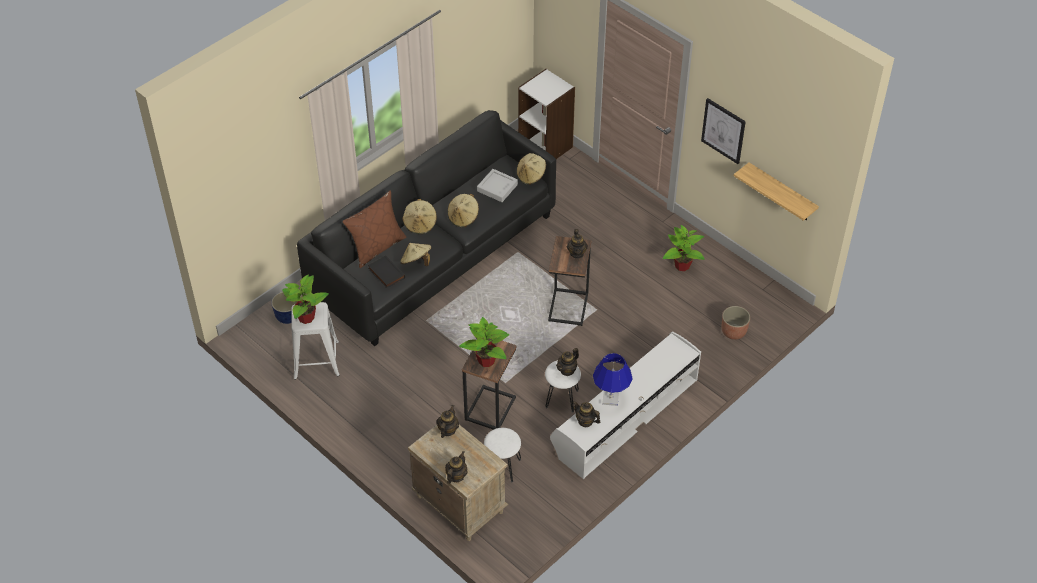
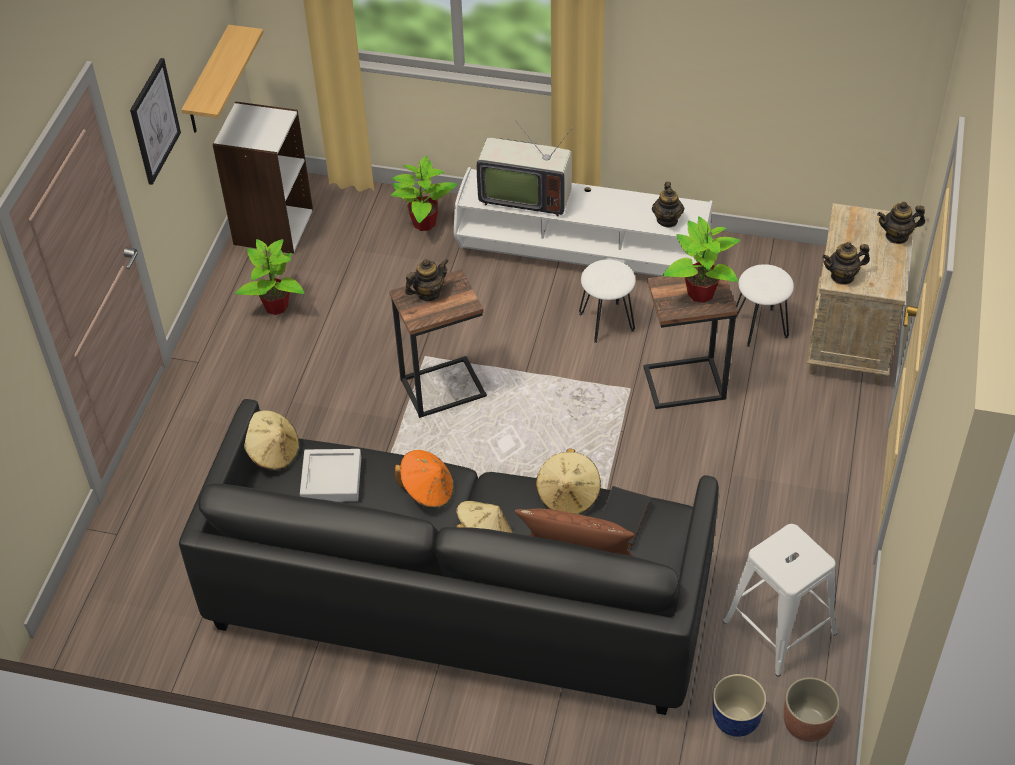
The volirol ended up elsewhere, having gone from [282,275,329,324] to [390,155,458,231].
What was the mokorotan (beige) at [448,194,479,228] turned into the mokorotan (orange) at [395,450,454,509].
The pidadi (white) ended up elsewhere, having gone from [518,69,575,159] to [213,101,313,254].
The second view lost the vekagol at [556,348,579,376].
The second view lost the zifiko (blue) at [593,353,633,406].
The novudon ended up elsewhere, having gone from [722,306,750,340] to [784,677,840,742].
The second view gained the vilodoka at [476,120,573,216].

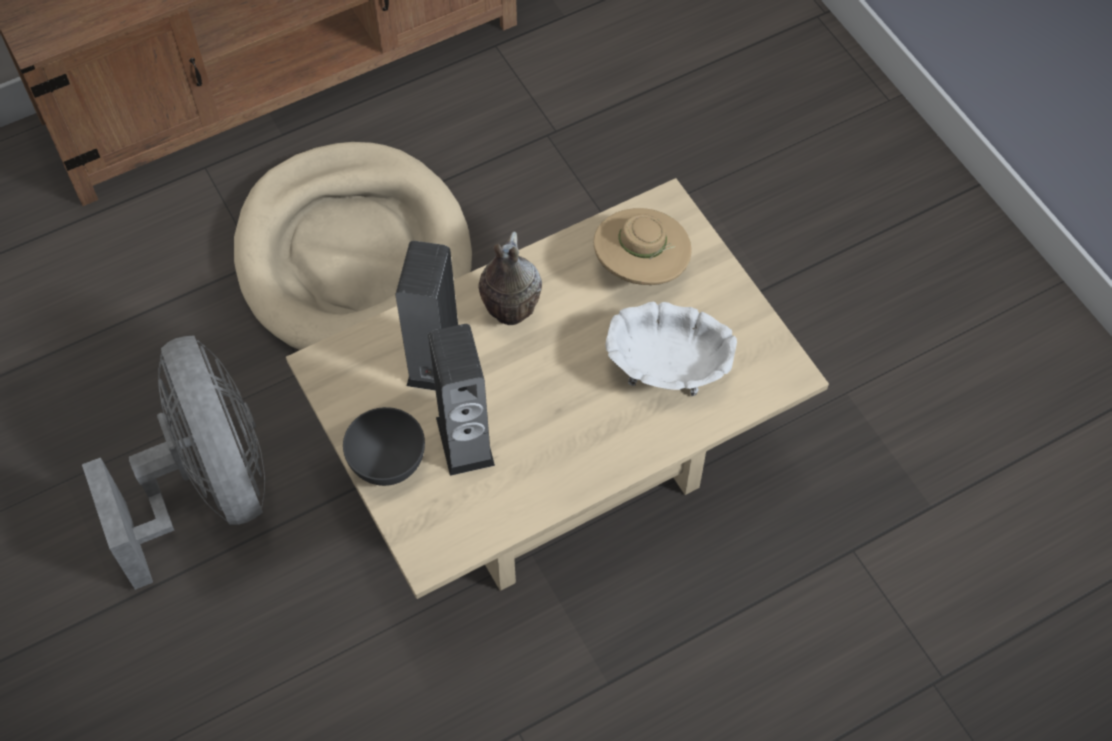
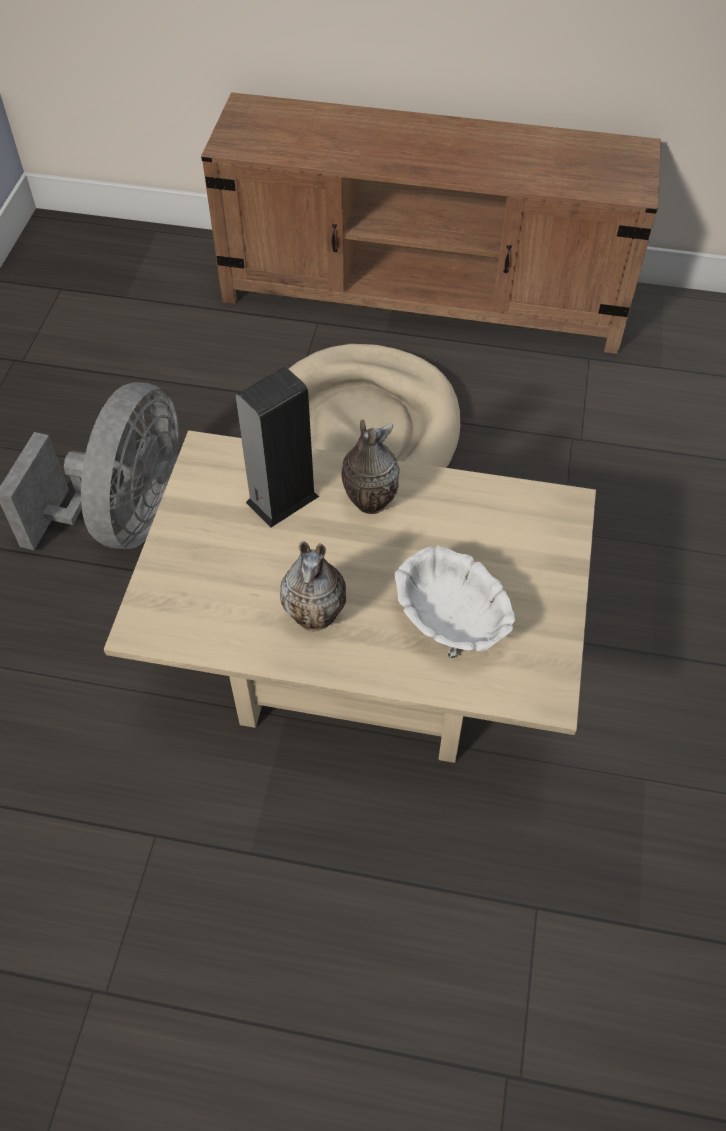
The second view lost the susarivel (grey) at [343,407,425,486].
The second view lost the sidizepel at [428,324,495,476].
The second view lost the mokorotan (beige) at [594,208,692,285].
The second view gained the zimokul at [280,541,346,631].

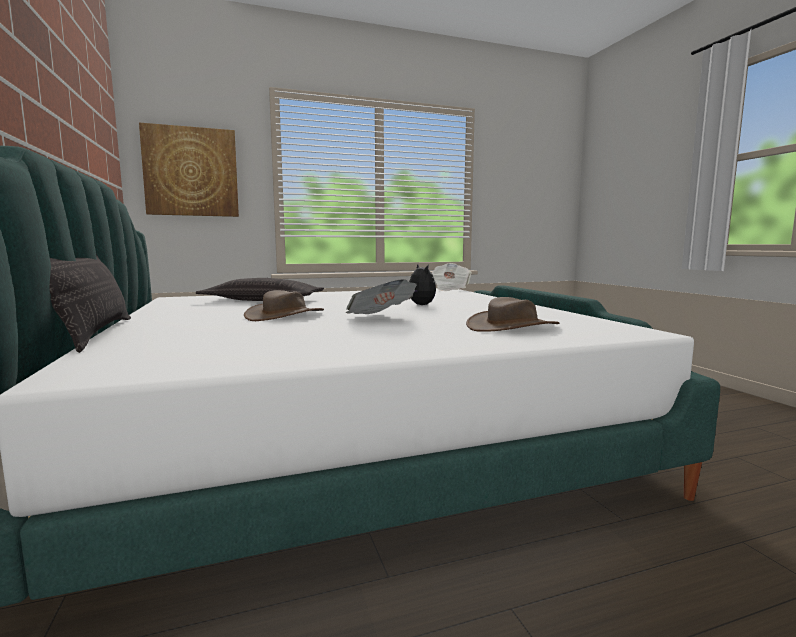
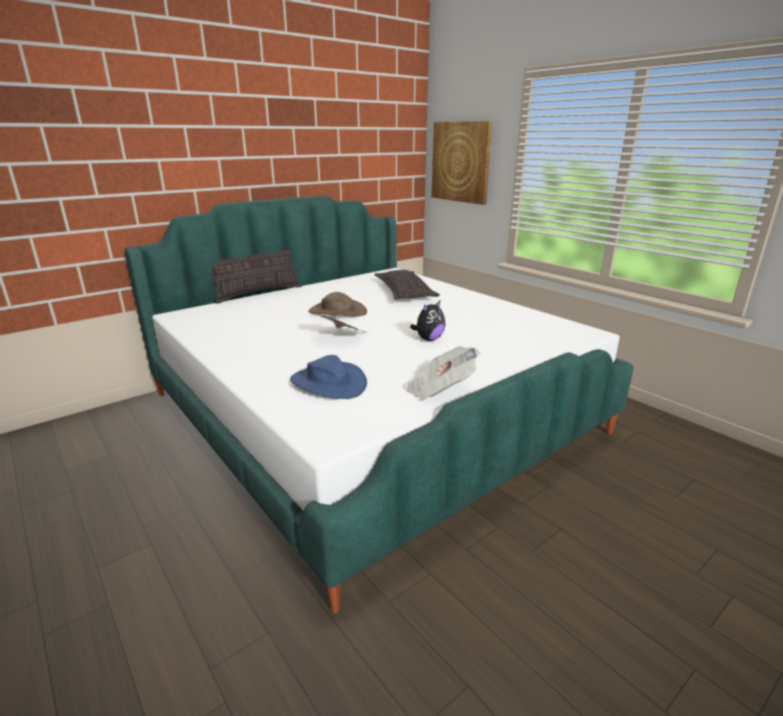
The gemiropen ended up elsewhere, having gone from [432,263,472,291] to [403,346,480,401].
What was the mokorotan (brown) at [466,297,560,332] turned into the mokorotan (blue) at [290,355,367,399].

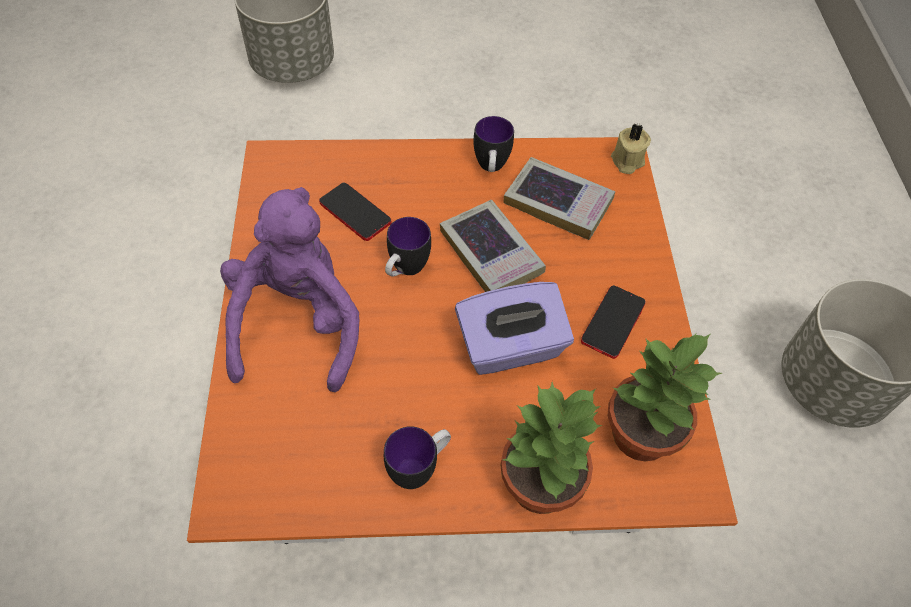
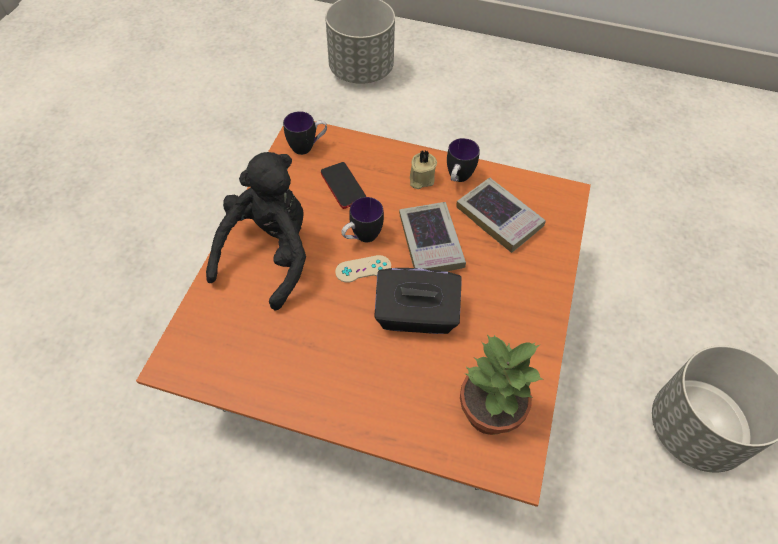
What was the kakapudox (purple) at [220,187,360,392] turned into the kakapudox (black) at [206,152,306,311].
The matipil ended up elsewhere, having gone from [384,426,451,489] to [283,111,327,155].
What was the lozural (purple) at [455,282,574,375] turned into the lozural (black) at [374,268,462,334].
The second view lost the volirol at [500,382,602,514].
The second view lost the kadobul at [581,285,645,359].
The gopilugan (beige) ended up elsewhere, having gone from [611,123,651,174] to [410,151,437,189].
The second view gained the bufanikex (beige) at [335,255,391,283].

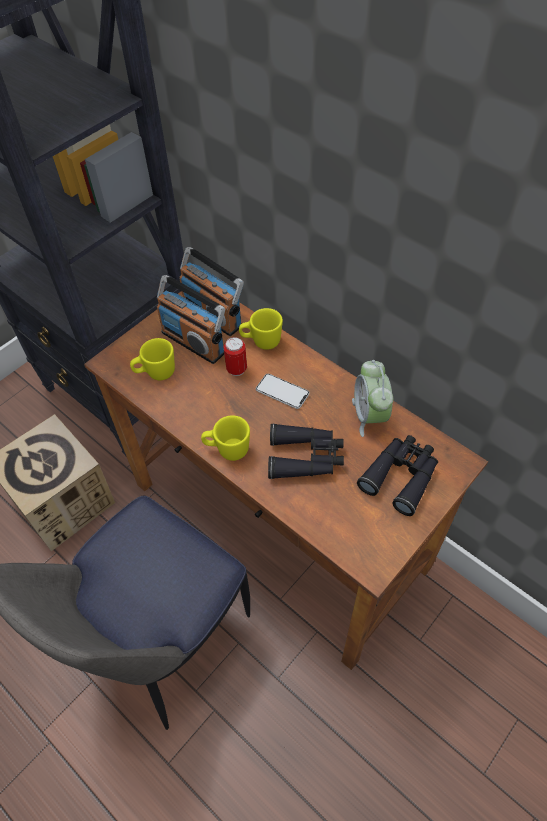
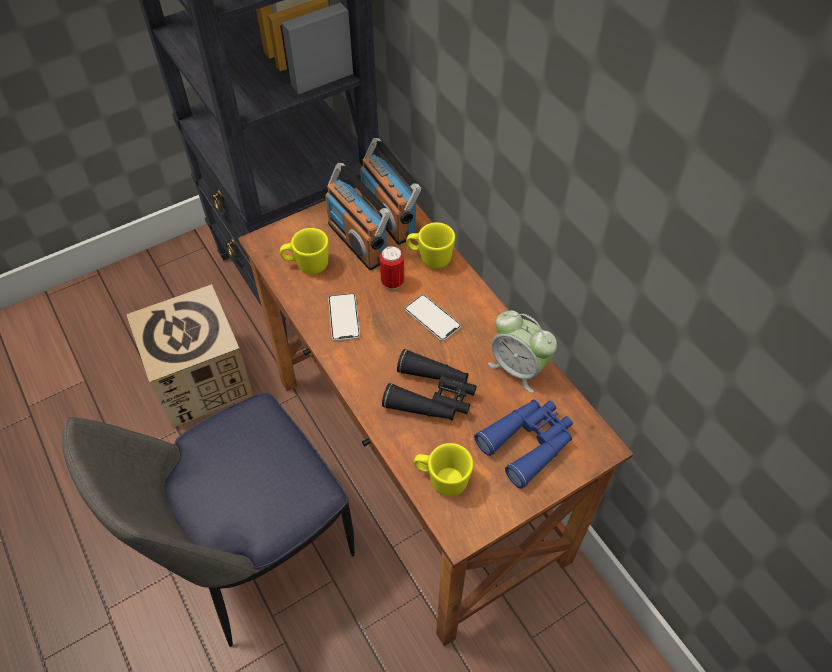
The matipil (yellow) ended up elsewhere, having gone from [201,415,250,461] to [414,443,473,497].
The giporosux at [352,360,393,437] ended up facing another way, 60 degrees counterclockwise from before.
What was the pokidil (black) at [357,435,438,516] turned into the pokidil (blue) at [474,399,573,489].
The second view gained the kadobul at [328,293,360,341].

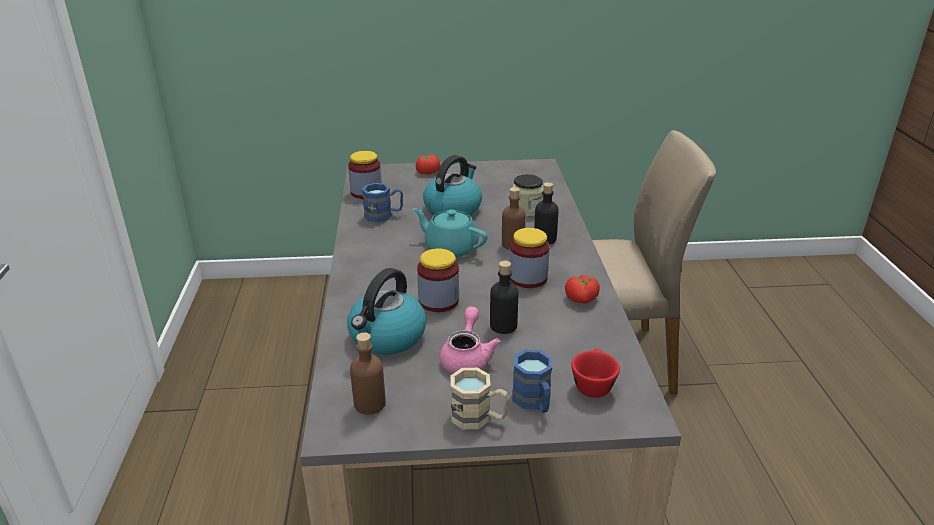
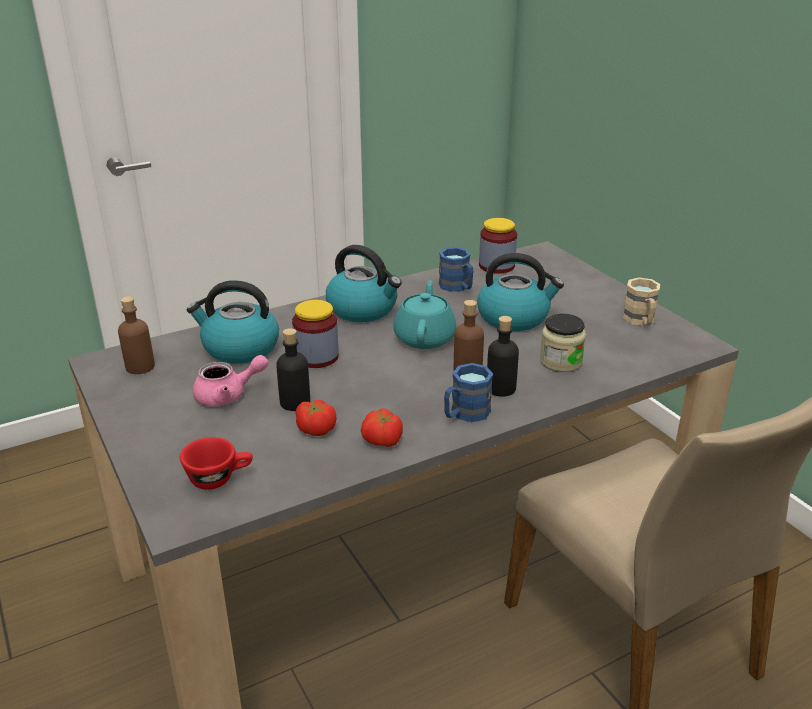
The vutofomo ended up elsewhere, having gone from [416,154,440,175] to [296,400,336,436].
The matipil (beige) ended up elsewhere, having gone from [451,368,509,430] to [622,277,660,326].
The second view lost the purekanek at [509,228,550,288].
The matipil (blue) ended up elsewhere, having gone from [512,350,552,413] to [444,363,493,422].
The second view gained the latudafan at [326,245,402,322].

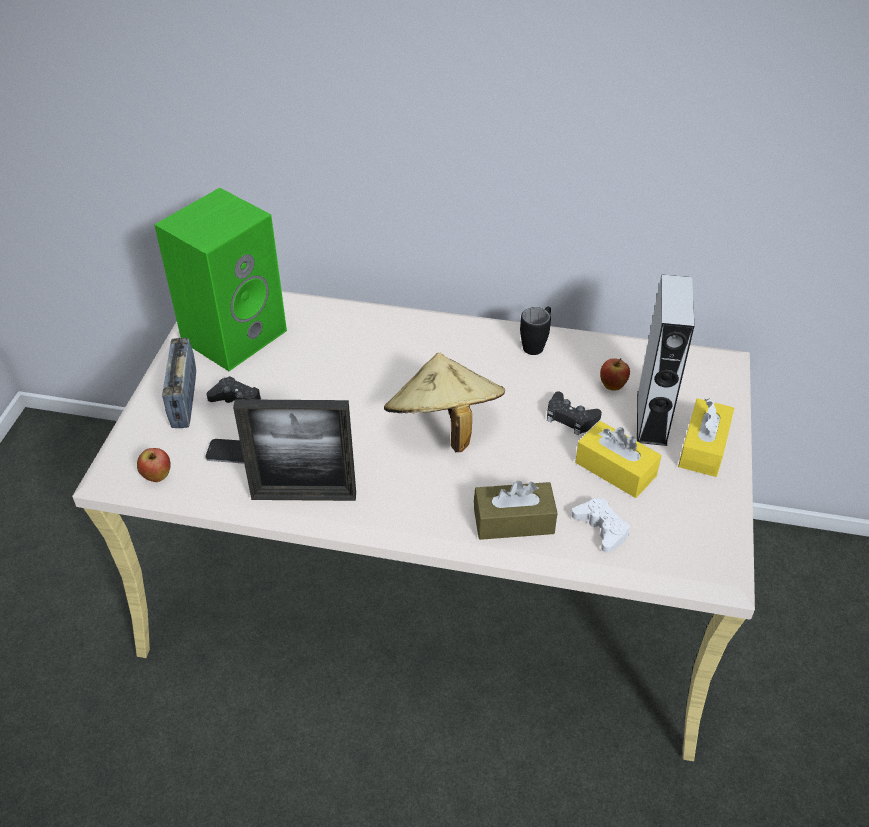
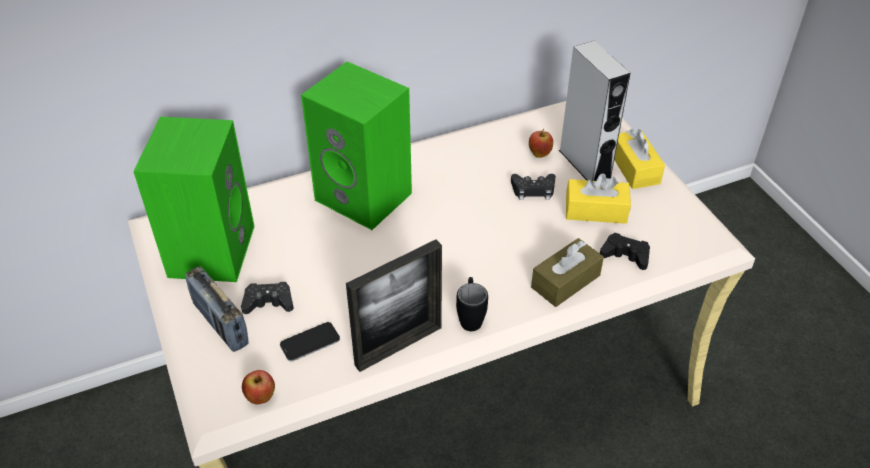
The second view lost the mokorotan (beige) at [384,353,505,452].
The matipil (black) ended up elsewhere, having gone from [520,306,551,355] to [456,277,488,331].
What was the bufanikex (white) at [572,498,630,553] turned into the bufanikex (black) at [600,233,650,270].
The second view gained the sidizepel (green) at [301,61,412,230].

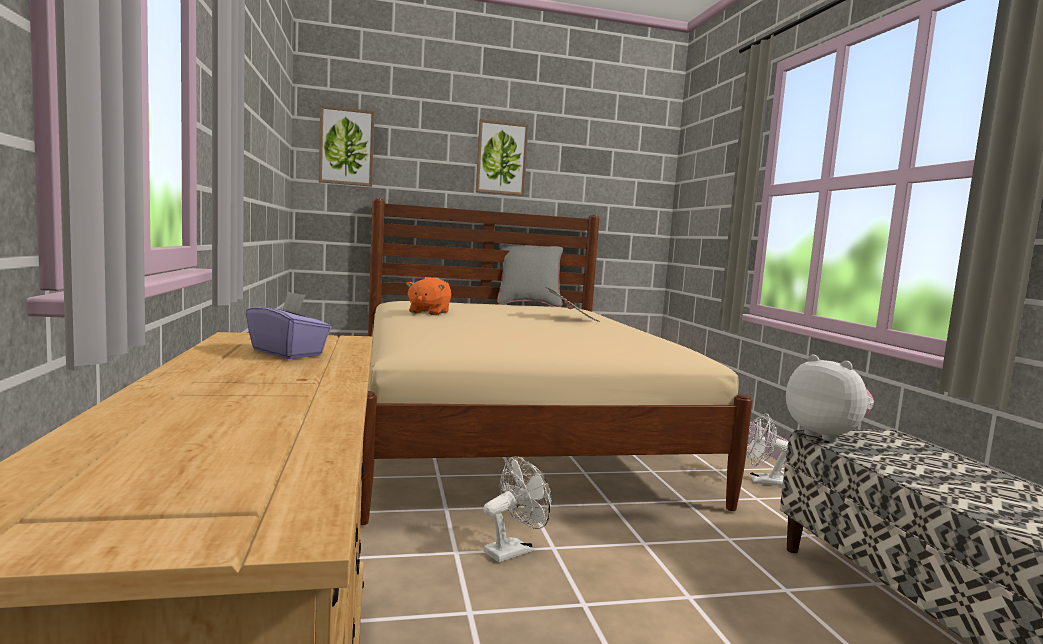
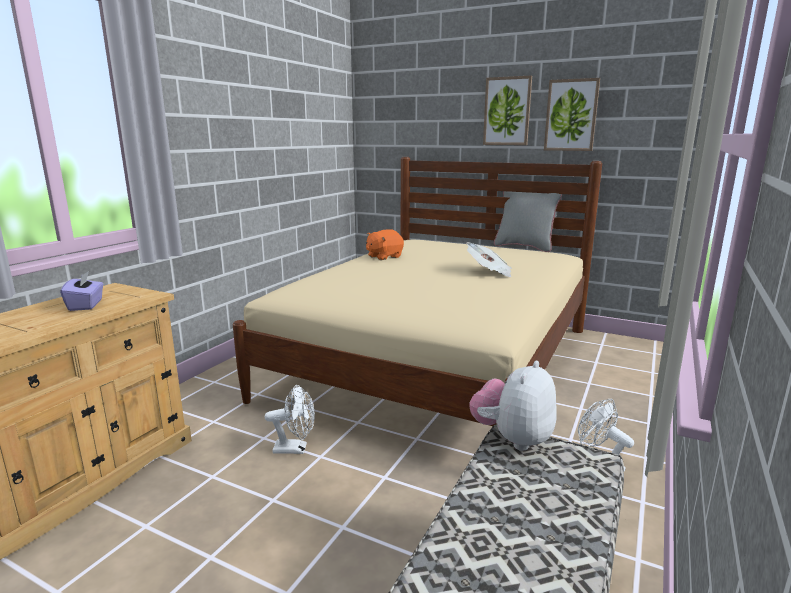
The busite ended up elsewhere, having gone from [319,105,375,187] to [544,78,600,151].
The kakapudox at [786,354,874,442] ended up facing another way, 150 degrees counterclockwise from before.

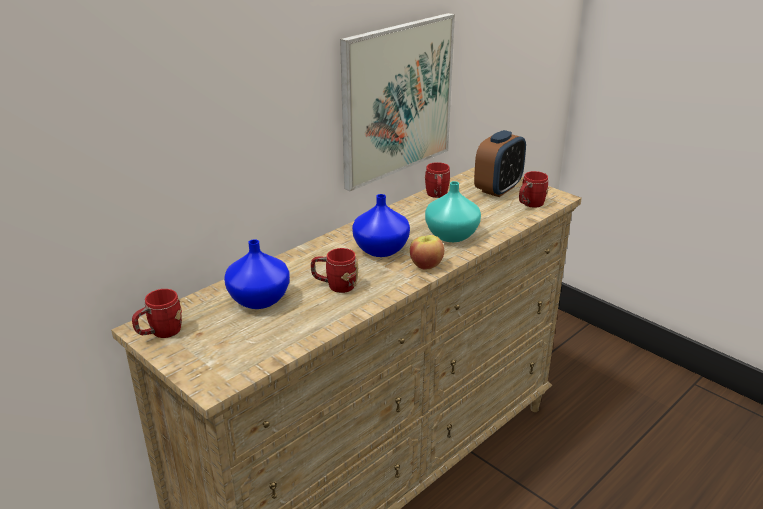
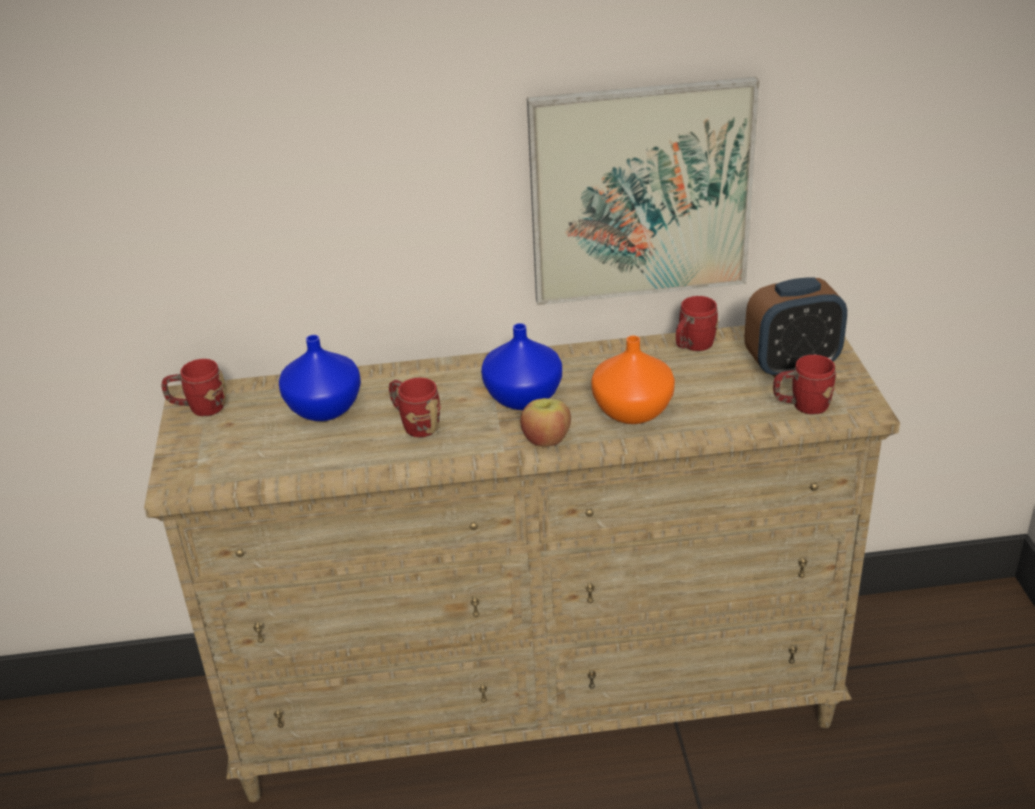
What was the zimokul (turquoise) at [425,181,481,242] turned into the zimokul (orange) at [591,336,675,424].

